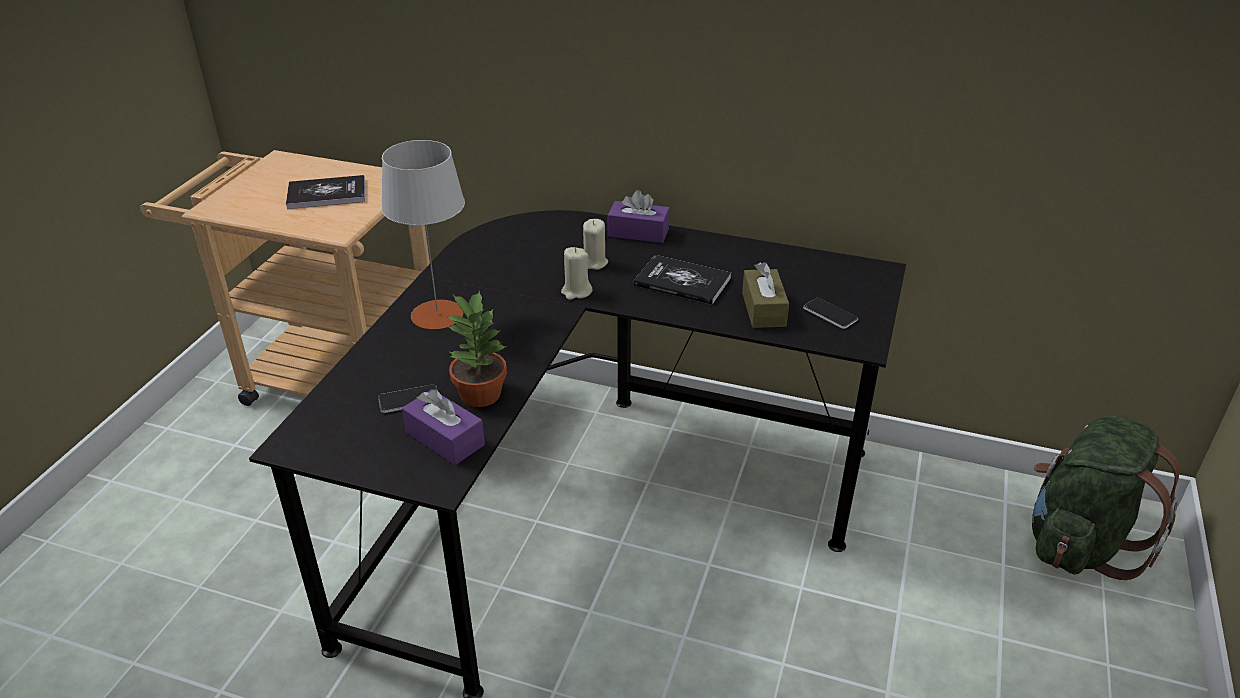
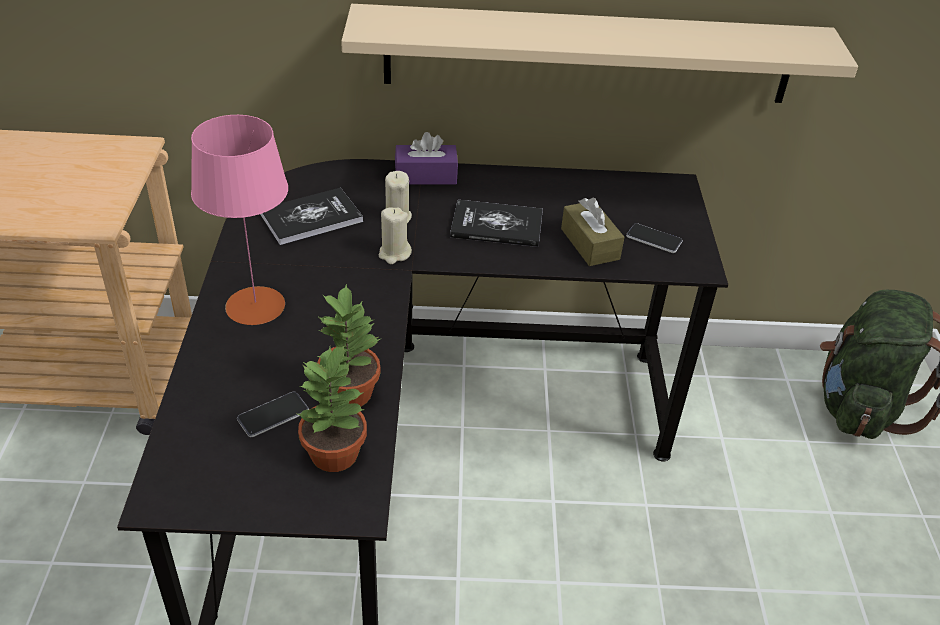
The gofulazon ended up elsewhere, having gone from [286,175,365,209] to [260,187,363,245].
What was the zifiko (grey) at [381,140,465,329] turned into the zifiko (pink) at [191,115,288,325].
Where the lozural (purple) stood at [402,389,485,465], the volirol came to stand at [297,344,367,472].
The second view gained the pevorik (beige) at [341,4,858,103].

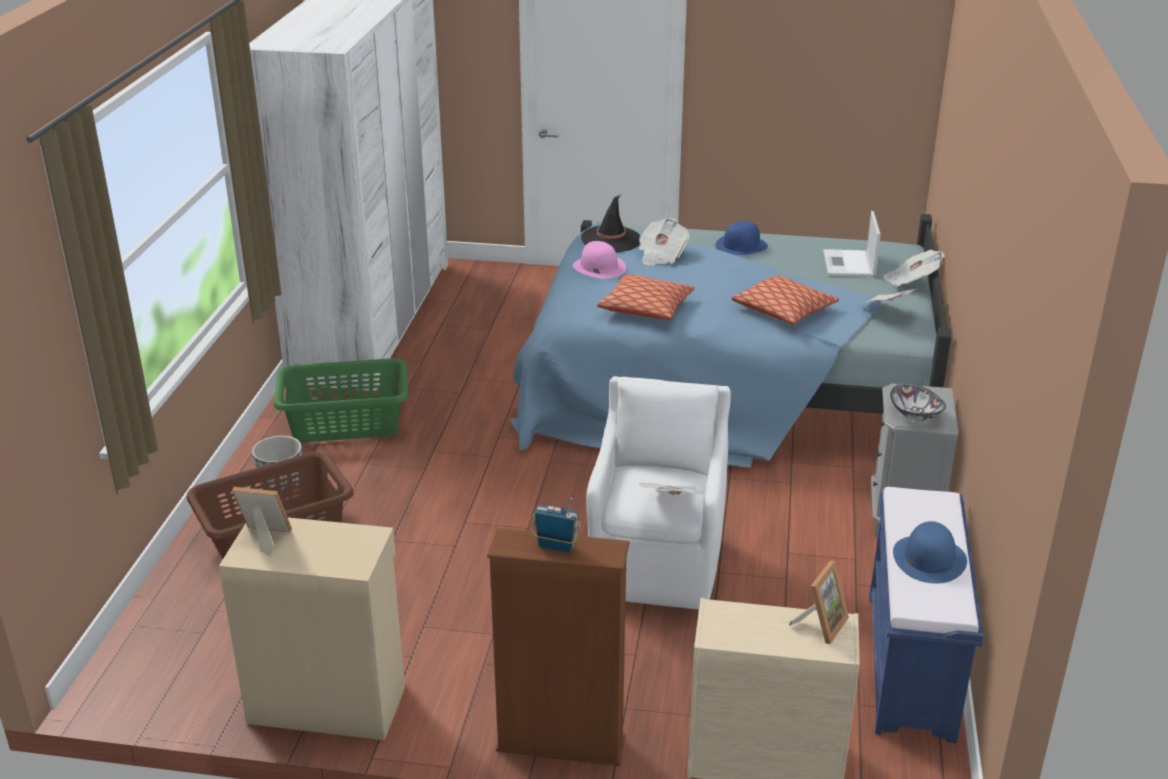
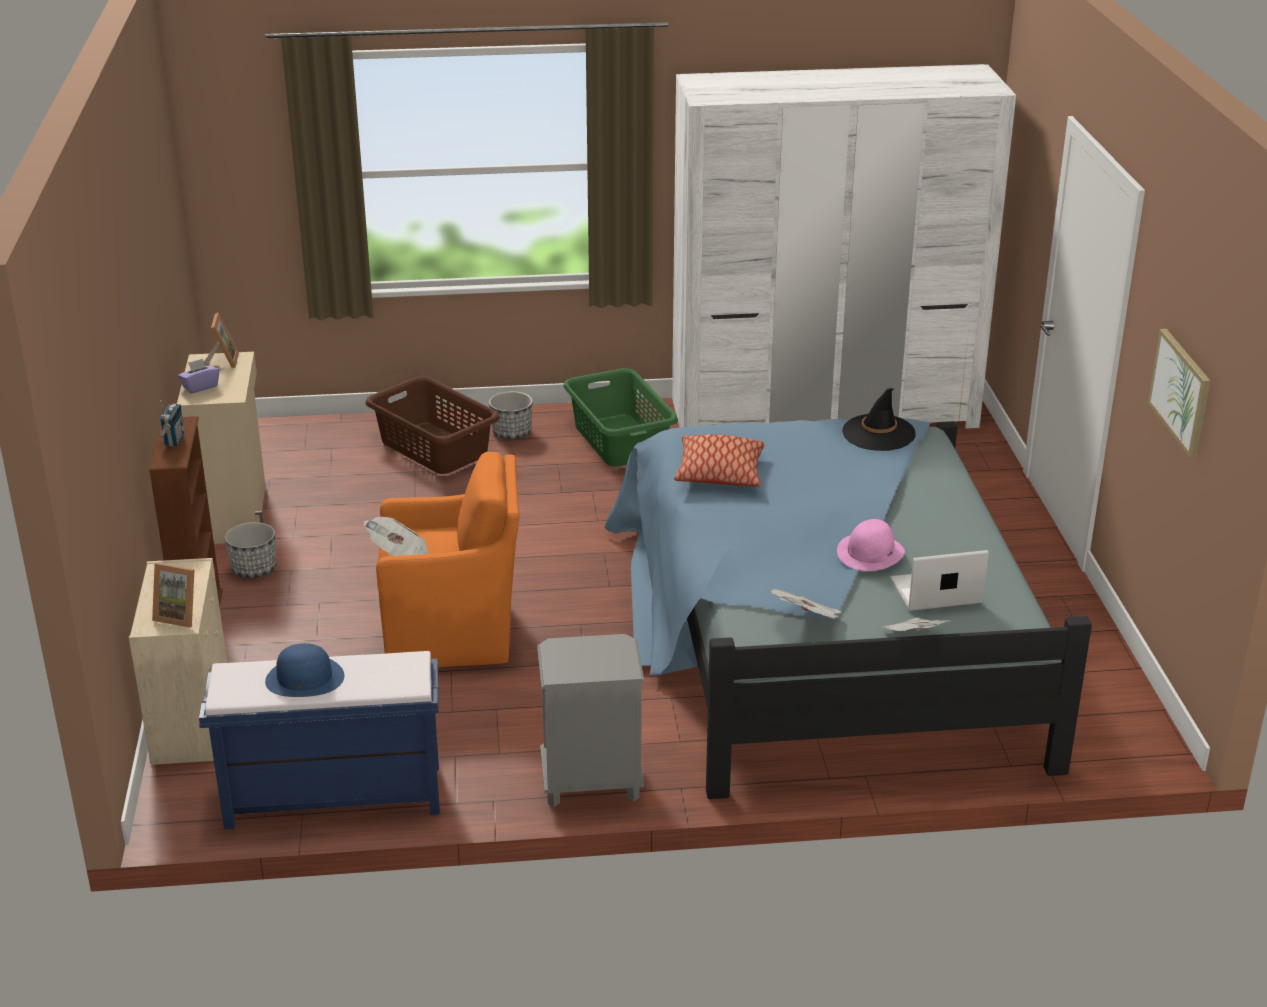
The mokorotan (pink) ended up elsewhere, having gone from [573,241,626,279] to [837,519,905,571].
What was the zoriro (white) at [586,376,731,610] turned into the zoriro (orange) at [376,452,519,667].
The second view lost the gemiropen at [639,218,690,265].
The second view lost the mokorotan (blue) at [715,221,768,255].
The second view lost the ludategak at [731,275,839,325].
The second view lost the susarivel at [890,383,946,421].
The second view gained the lozural (purple) at [178,359,220,394].
The second view gained the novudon at [225,522,276,578].
The second view gained the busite at [1148,329,1210,458].

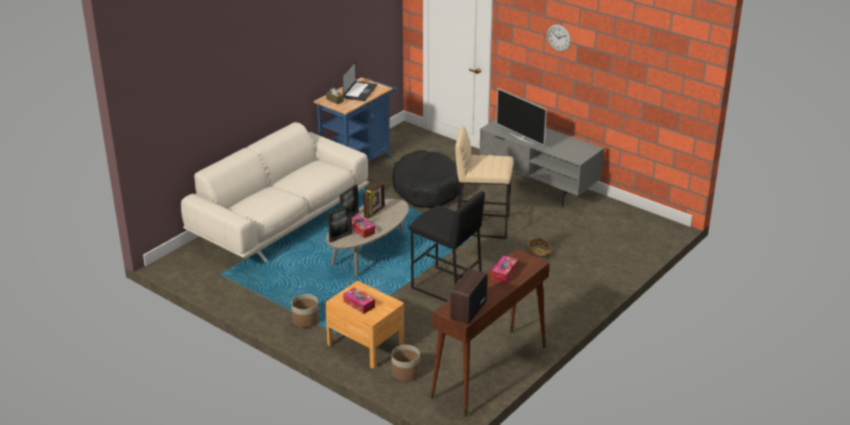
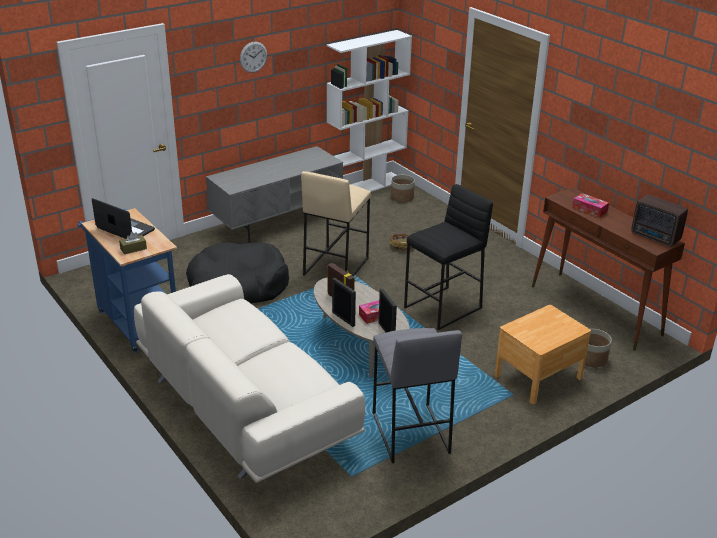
The novudon ended up elsewhere, having gone from [291,294,319,328] to [391,175,415,202].
The second view lost the lozural at [343,287,375,314].
The second view lost the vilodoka at [496,88,547,146].
The second view gained the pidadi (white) at [327,30,412,192].
The second view gained the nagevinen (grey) at [373,328,462,463].

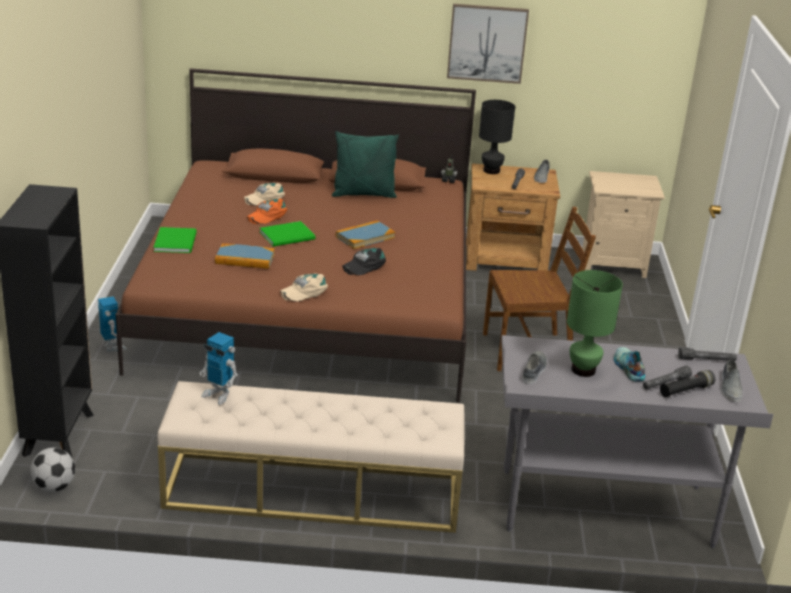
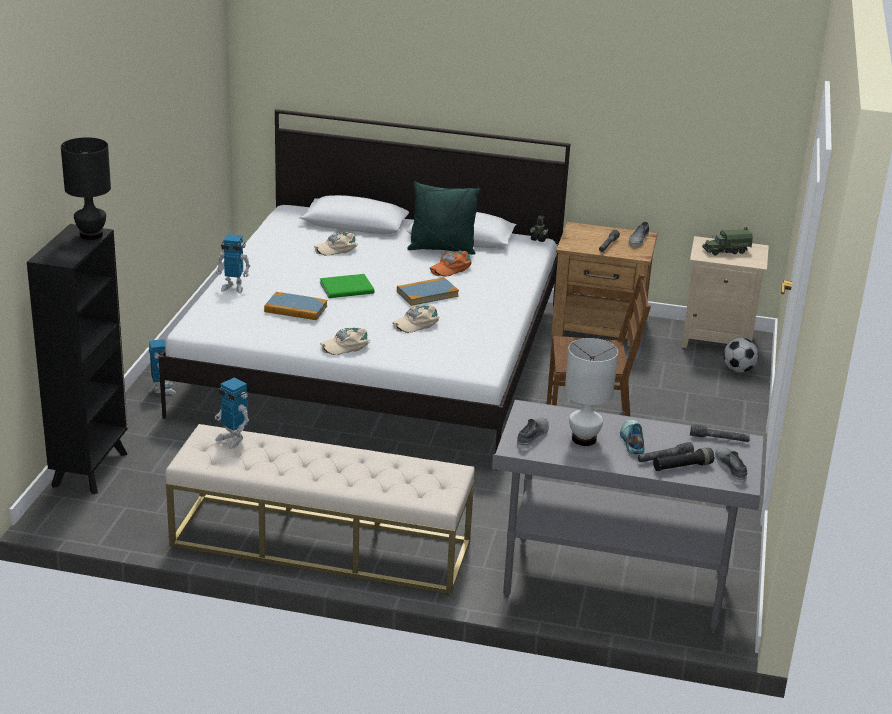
The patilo ended up elsewhere, having gone from [30,447,75,492] to [724,338,758,372].
What was the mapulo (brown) at [116,68,476,403] turned into the mapulo (white) at [159,109,570,451].
Where the gofulazon (green) stood at [154,227,197,253], the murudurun came to stand at [216,234,250,293].
The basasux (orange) ended up elsewhere, having gone from [247,198,287,224] to [430,251,472,277].
What was the basasux (black) at [342,248,386,275] turned into the basasux (beige) at [393,305,439,333].
The second view lost the busite at [447,4,529,84].
The zifiko (black) ended up elsewhere, having gone from [479,100,515,174] to [61,137,111,240].
What was the zifiko (green) at [567,270,623,377] turned into the zifiko (white) at [565,338,618,446].
The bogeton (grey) at [721,360,743,402] ended up facing another way, 150 degrees clockwise from before.
The second view gained the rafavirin at [702,227,753,255].

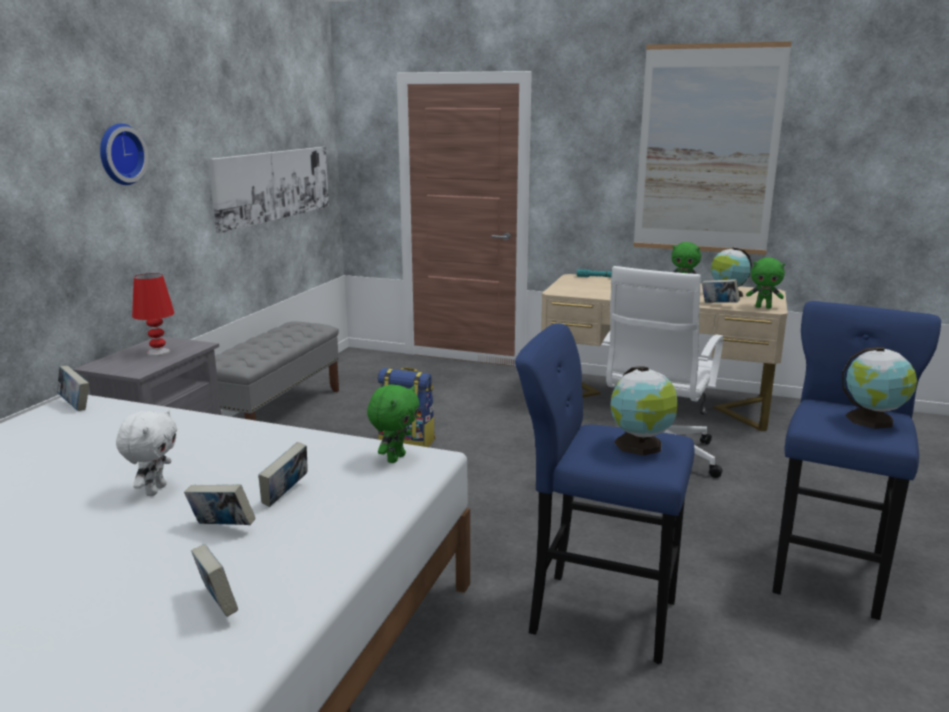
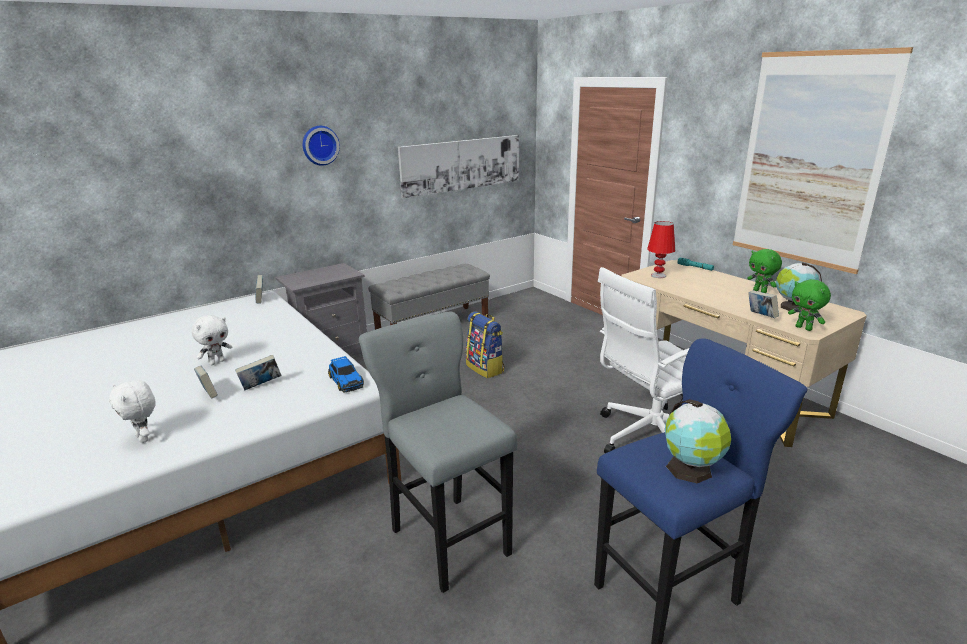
The zifiko (red) ended up elsewhere, having gone from [132,273,175,356] to [647,221,675,278].
Where the gofulazon stood at [191,544,238,617], the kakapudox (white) came to stand at [109,380,156,443].
Where the kakapudox (green) stood at [367,385,419,463], the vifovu came to stand at [328,356,364,392].
What was the nagevinen (blue) at [515,323,695,664] turned into the nagevinen (grey) at [359,312,517,593].
The second view lost the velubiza at [610,367,678,456].

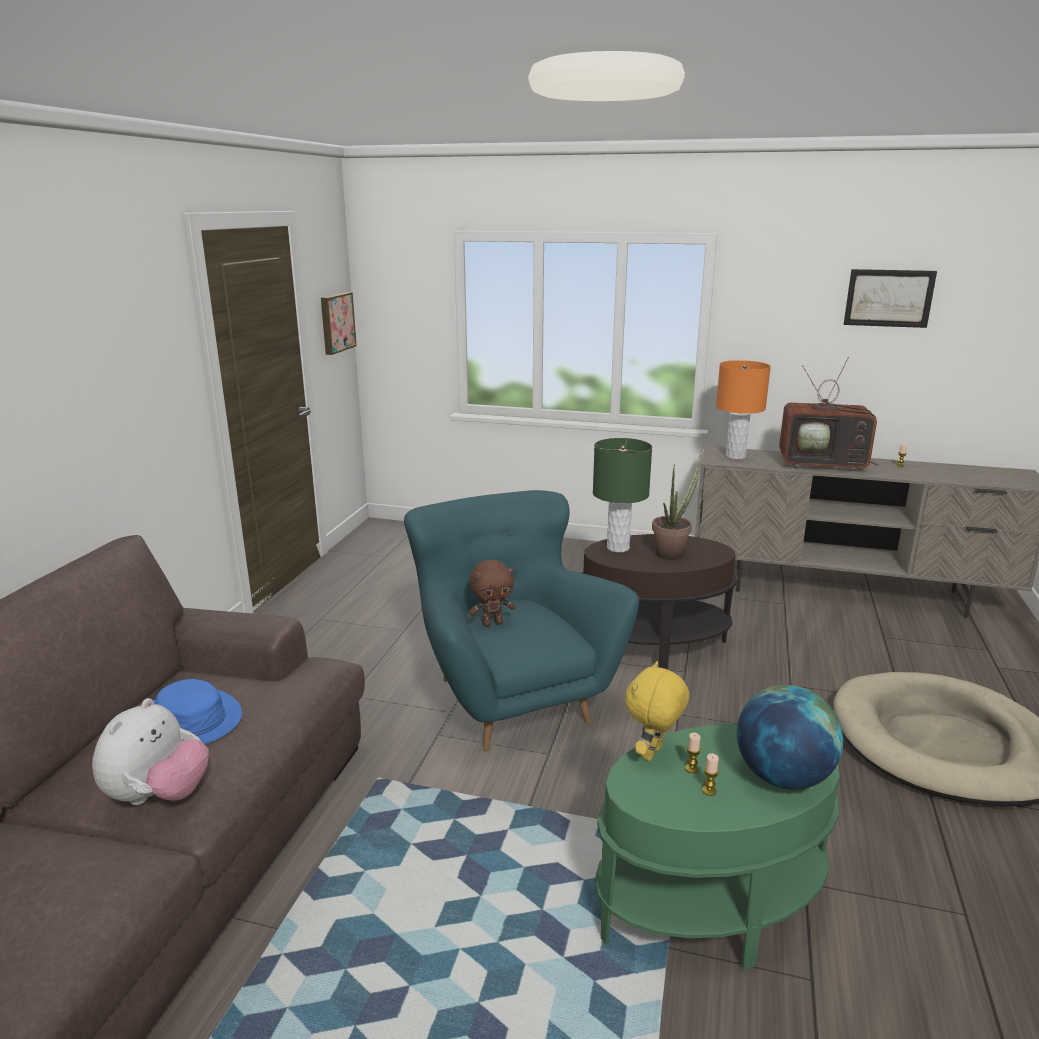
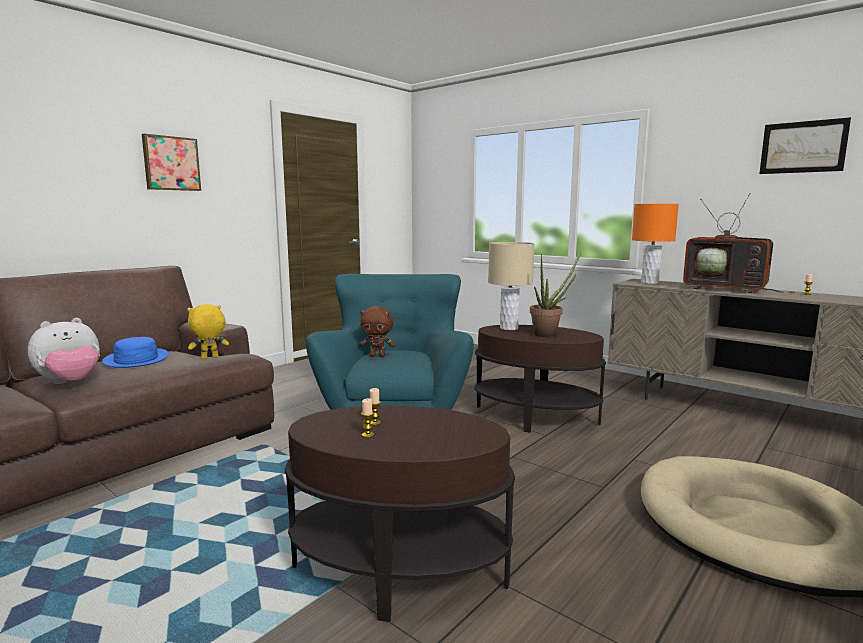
The busite ended up elsewhere, having gone from [321,292,357,355] to [142,133,201,191].
What was the zifiko (green) at [593,438,652,552] turned into the zifiko (beige) at [488,242,535,330].
What was the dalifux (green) at [595,724,840,970] turned into the dalifux (brown) at [285,405,515,622].
The kakapudox (yellow) ended up elsewhere, having gone from [625,661,689,761] to [187,304,229,359].
The second view lost the velubiza at [737,685,843,790].

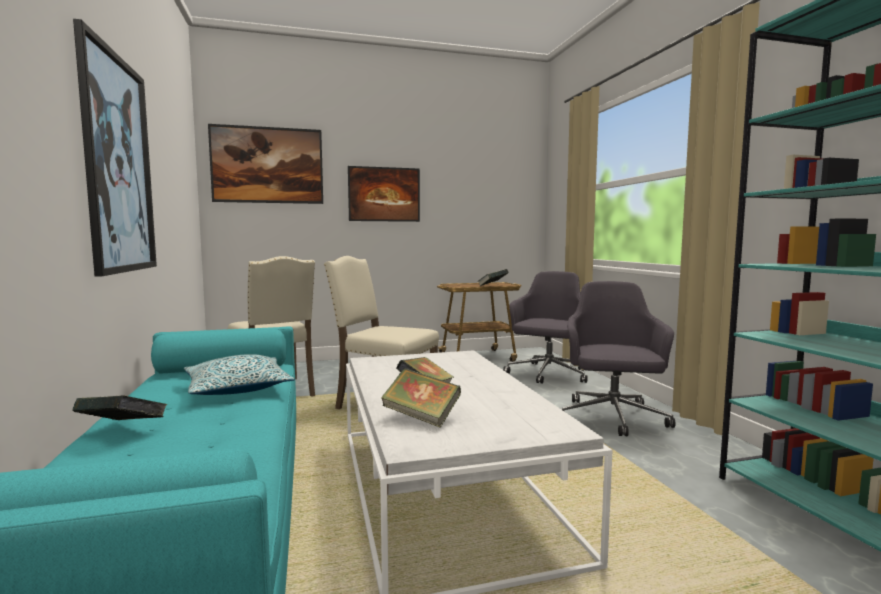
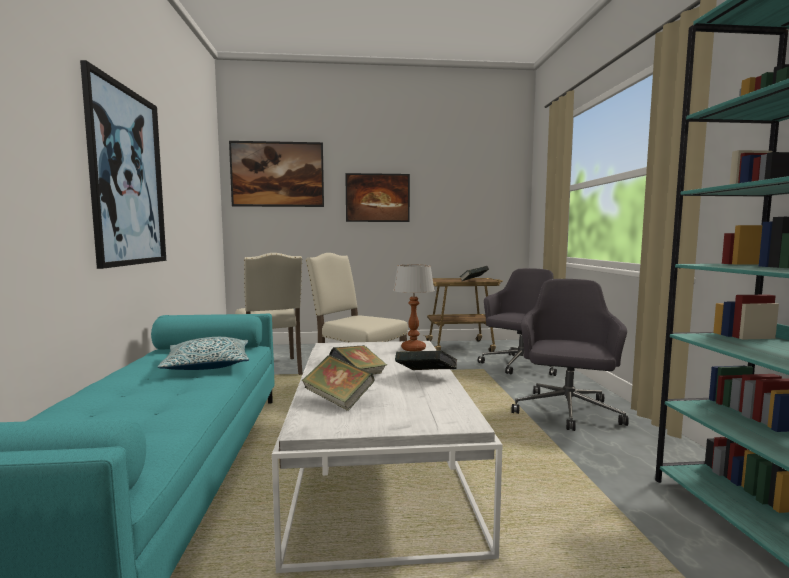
The gofulazon ended up elsewhere, having gone from [72,395,167,420] to [395,350,457,370].
The second view gained the zifiko at [393,265,435,351].

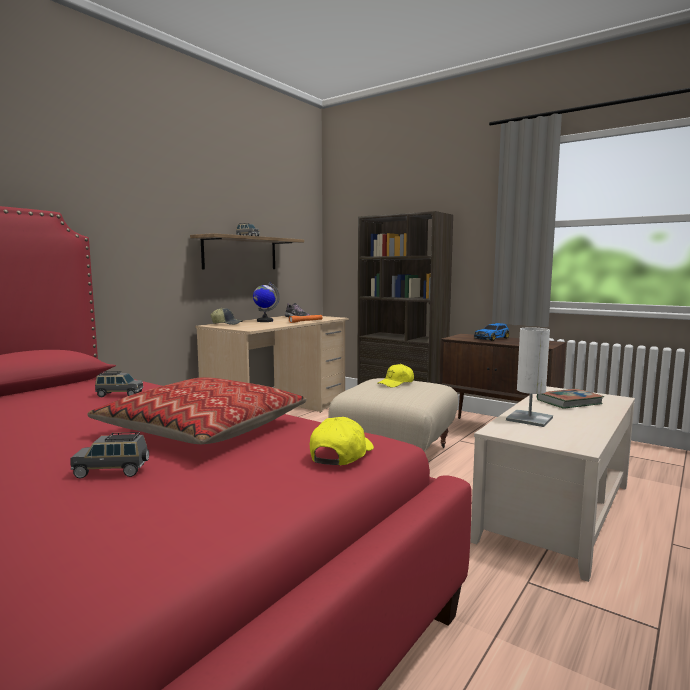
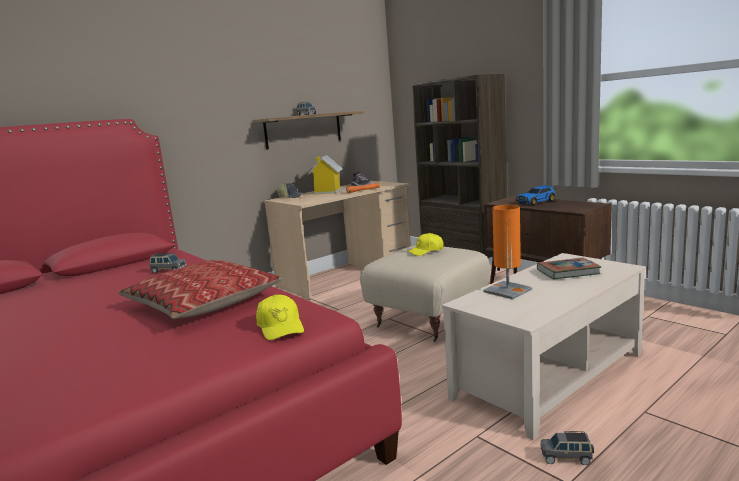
The vifovu (grey) ended up elsewhere, having gone from [70,432,149,479] to [541,431,594,465].
Where the velubiza stood at [253,282,280,322], the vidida came to stand at [308,155,343,195].
The basasux (yellow) at [310,417,374,465] ended up facing another way, 120 degrees clockwise from before.
What was the zifiko (white) at [506,327,553,427] turned into the zifiko (orange) at [483,205,532,299].

